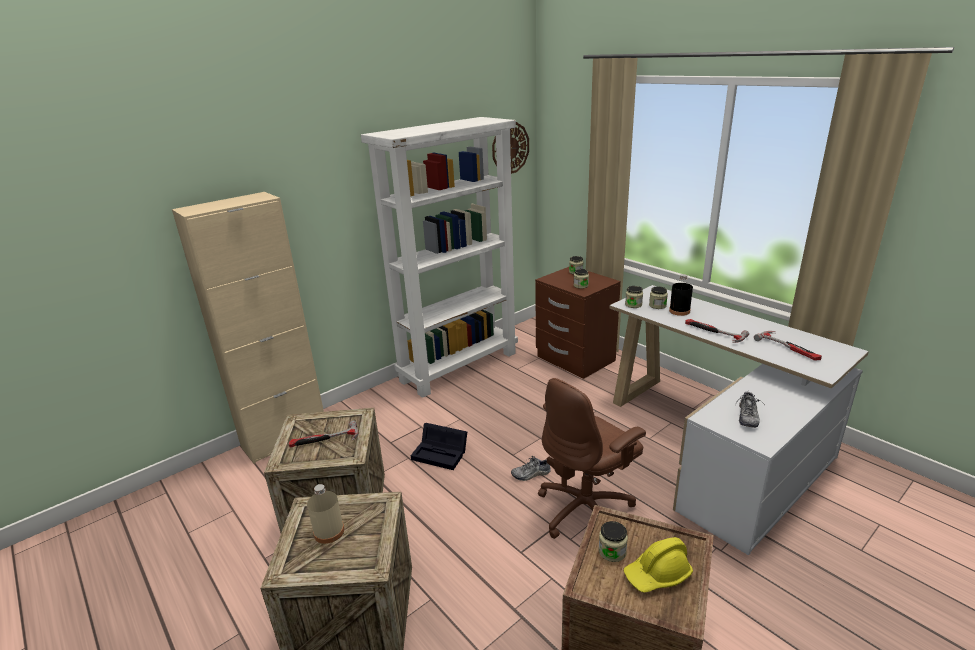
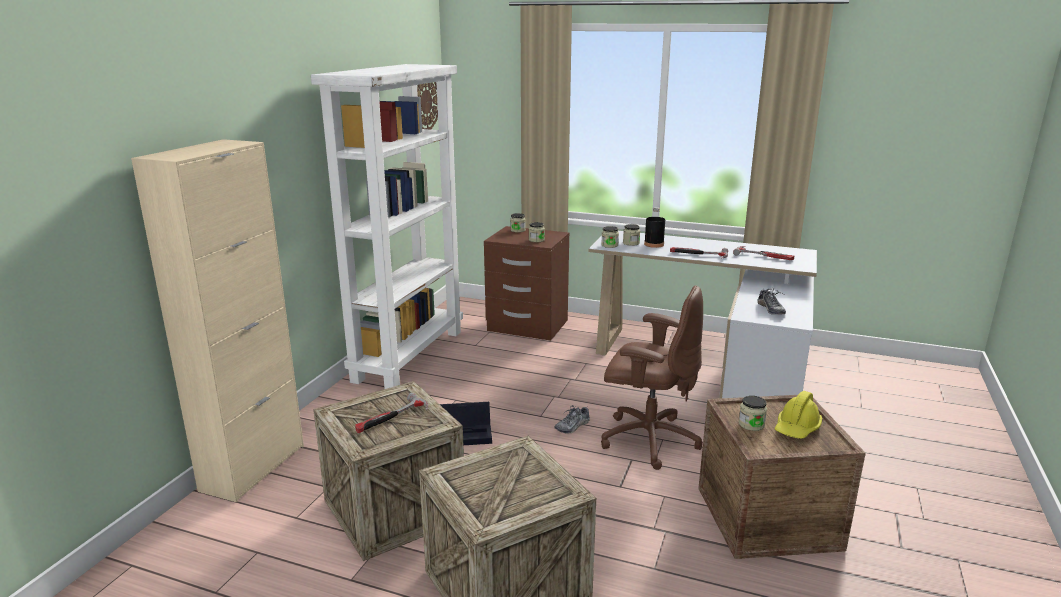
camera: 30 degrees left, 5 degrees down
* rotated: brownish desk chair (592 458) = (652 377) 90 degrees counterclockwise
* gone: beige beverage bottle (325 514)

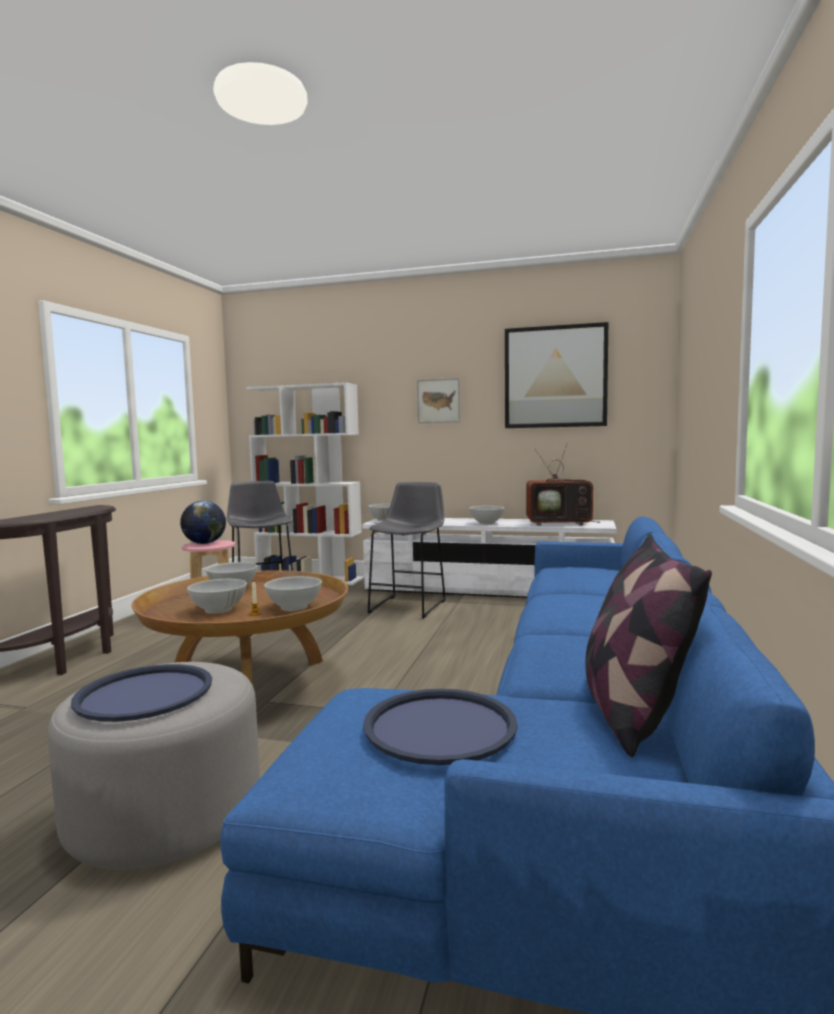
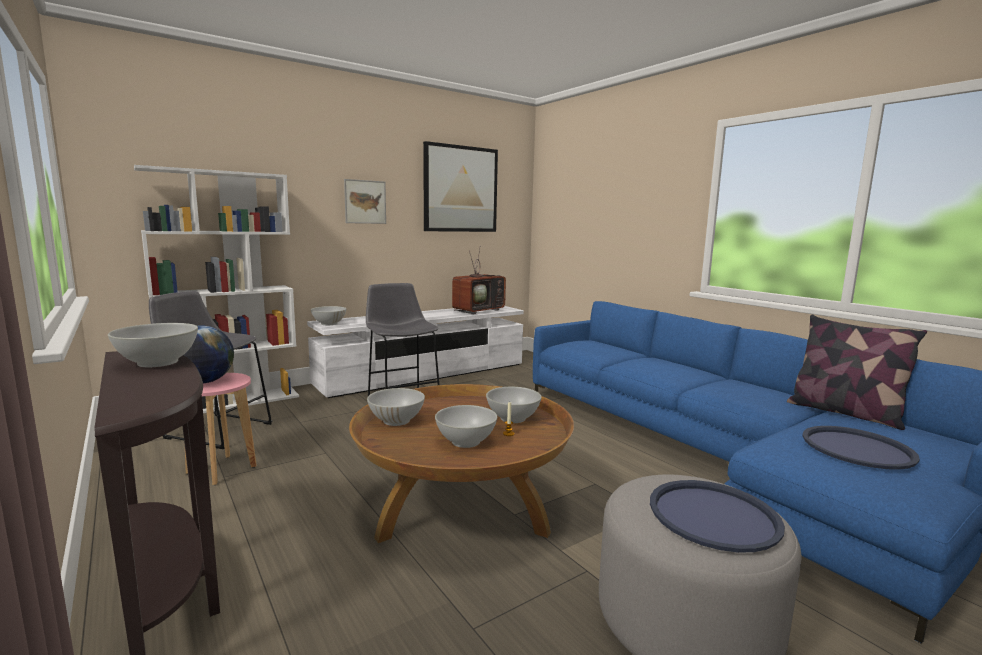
camera: 50 degrees left, 5 degrees up
* shifted: whitish bowl (486 515) to (153 345)

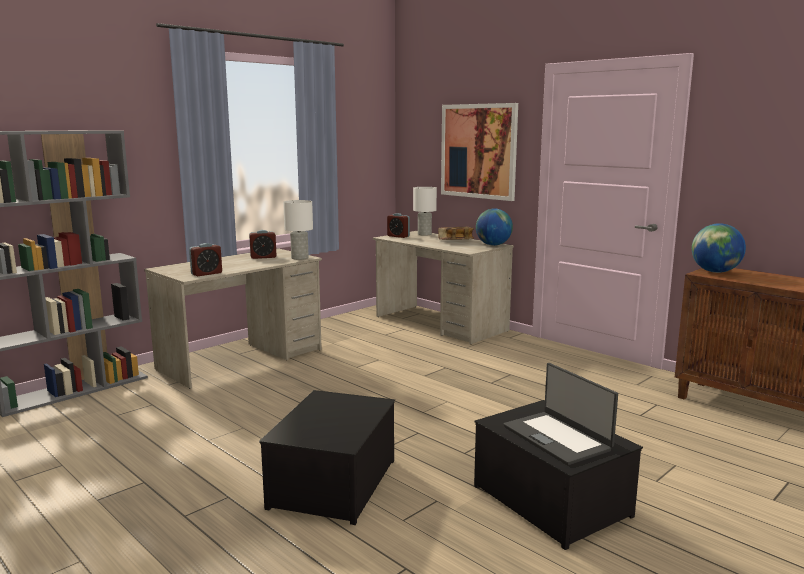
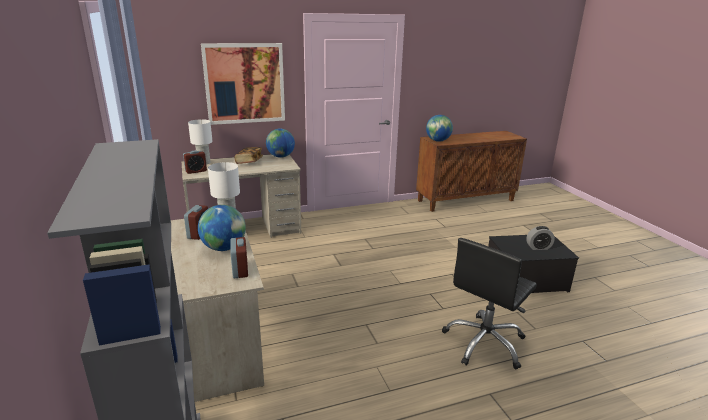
camera: 65 degrees left, 10 degrees up
* swapped: notebook computer (561 414) to bedside clock (540 238)
* swapped: storage bin (327 457) to black desk chair (489 304)
* new: desk globe (222 228)

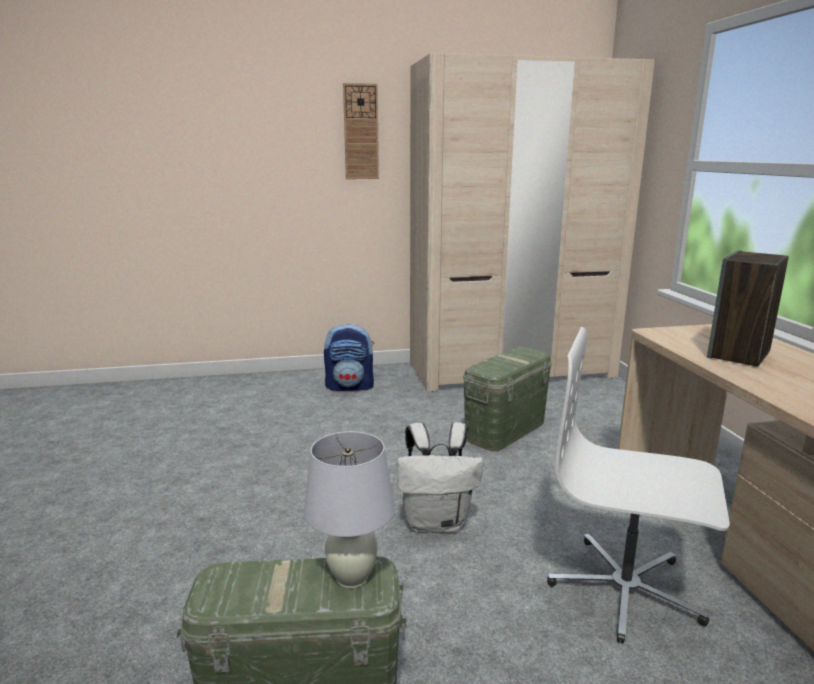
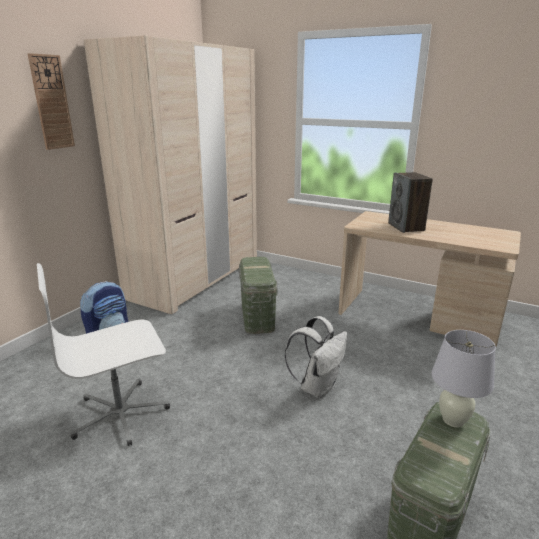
camera: 50 degrees left, 5 degrees up
* shifted: whitish desk chair (638 485) to (103 354)

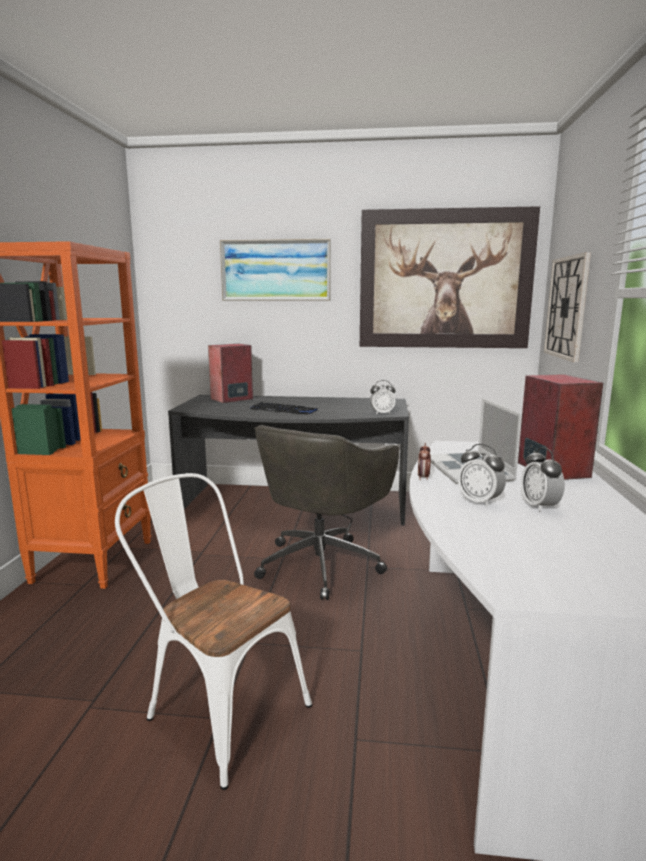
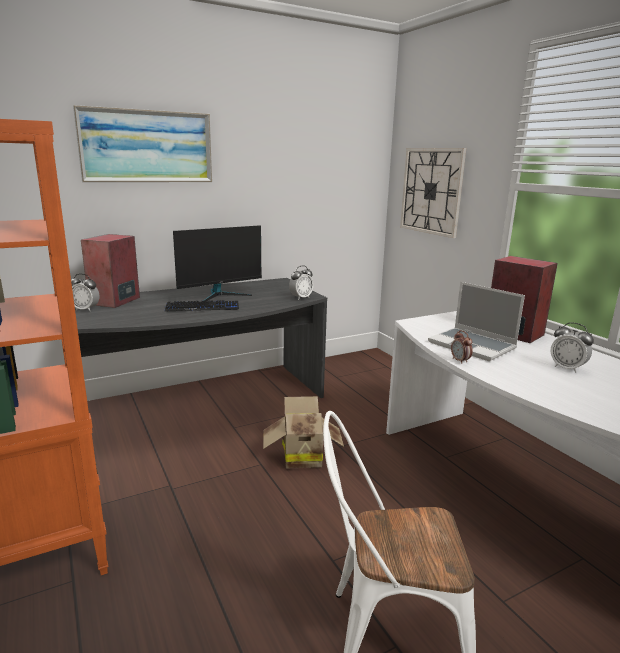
camera: 35 degrees left, 5 degrees up
* gone: wall picture (450 277)
* swapped: grey desk chair (326 512) to carton (303 432)
* shifted: bedside clock (482 475) to (85 292)
* new: monitor (217 263)

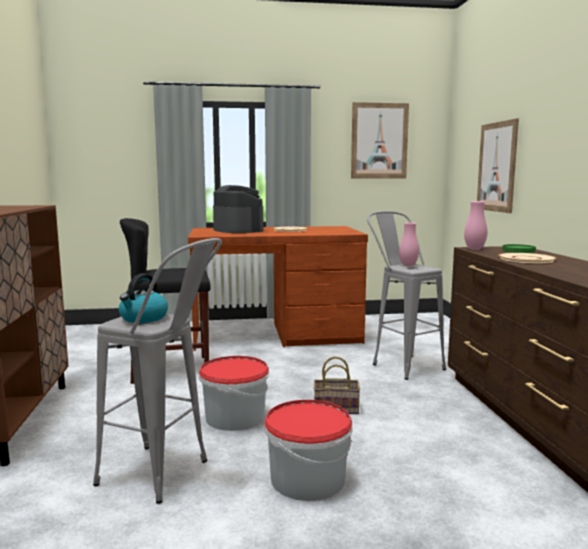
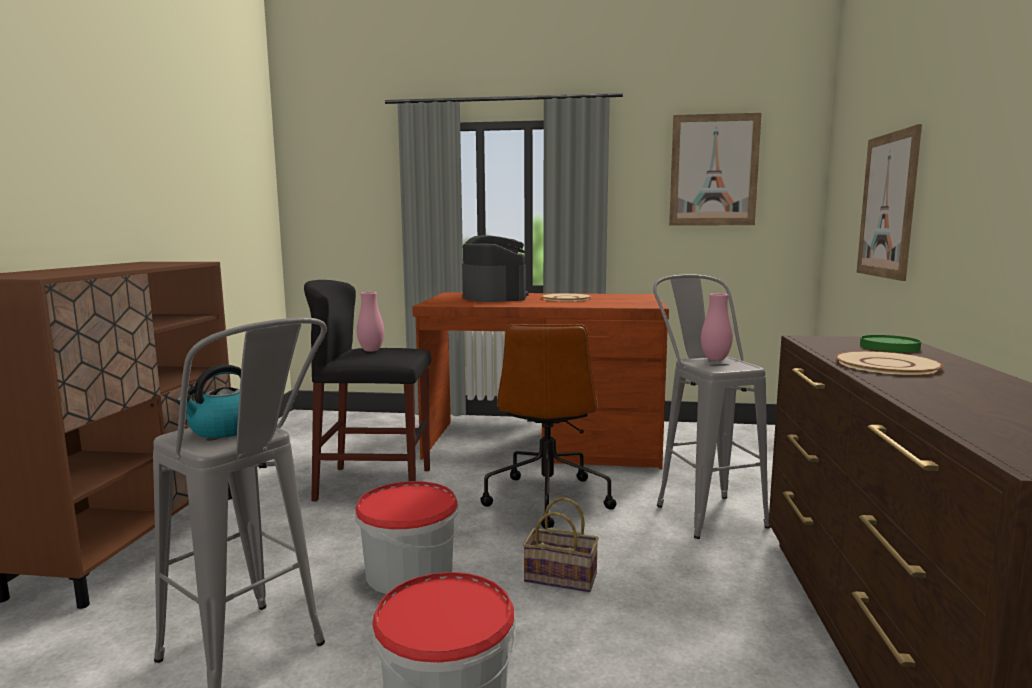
camera: 15 degrees right, 0 degrees up
* shifted: pinkish flower vase (475 225) to (370 322)
* new: brownish desk chair (548 426)

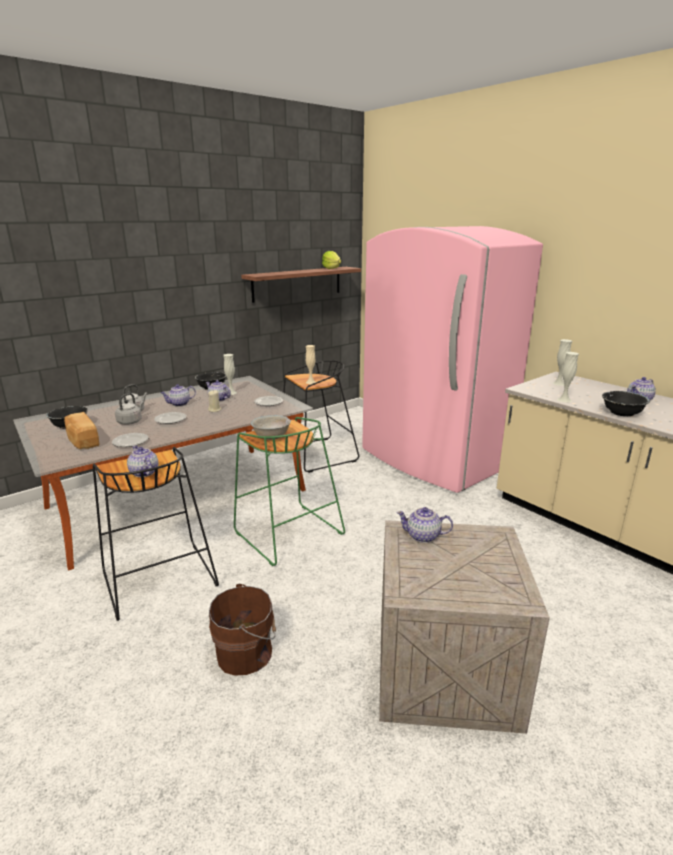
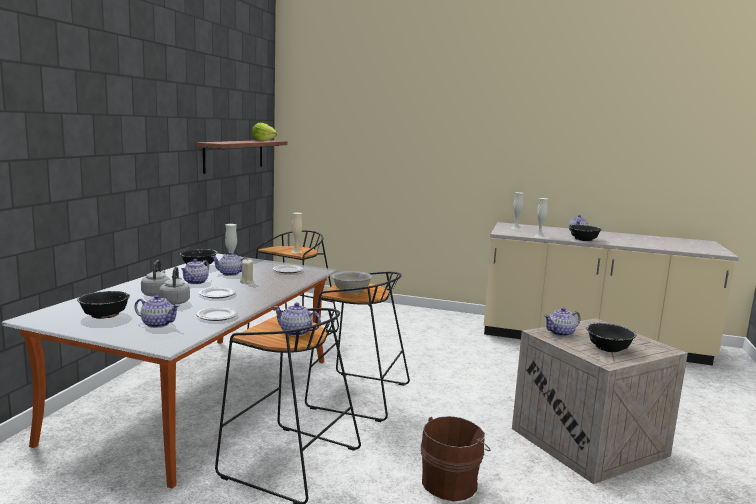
camera: 35 degrees left, 10 degrees down
* gone: pinkish fridge (452 359)
* swapped: baked bread (81 430) to teapot (157 311)
* repainted: green-coloured stool seat (289 491) to black stool seat (357 347)
* new: black bowl (611 337)

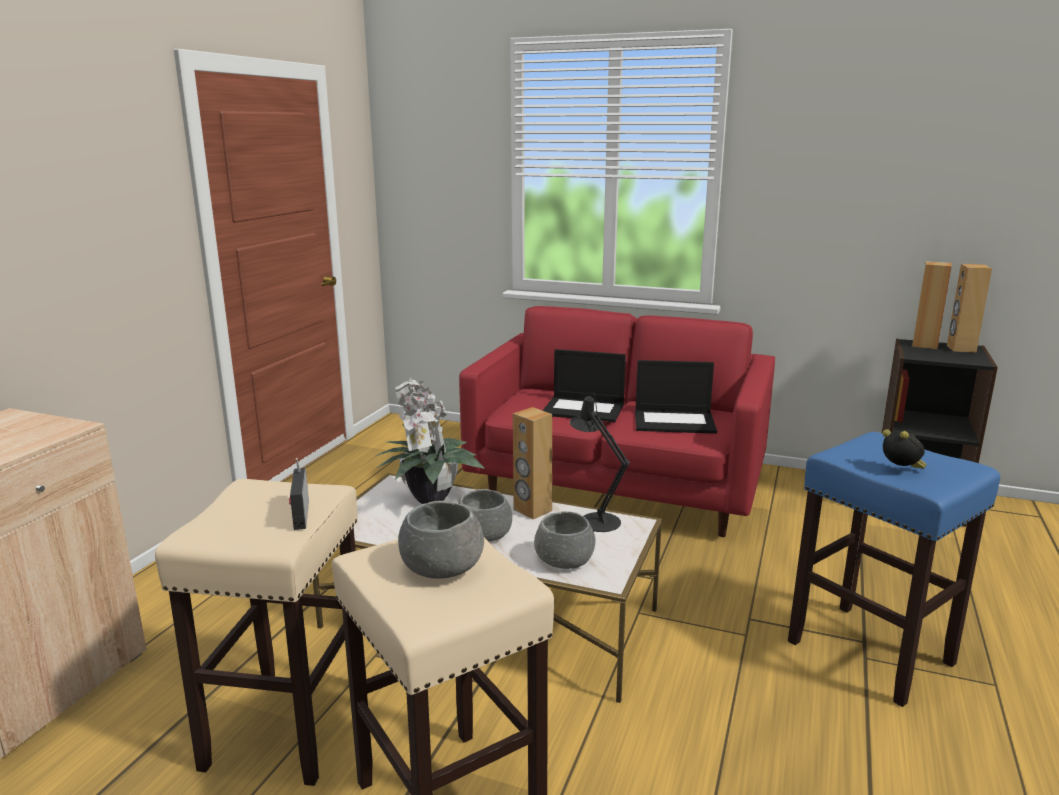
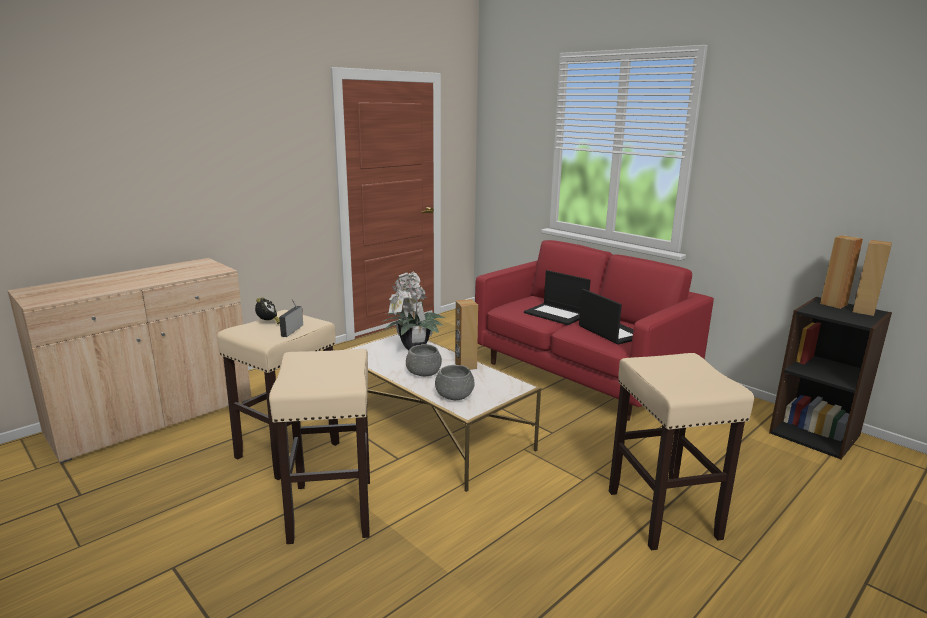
camera: 25 degrees right, 0 degrees up
* rotated: notebook computer (676 397) = (606 317) 150 degrees counterclockwise
* gone: black lamp for a table (600 462)
* shifted: bedside clock (904 449) to (267 310)
* repainted: bluish stool seat (894 569) to beige stool seat (681 452)
* gone: grey bowl (441 540)

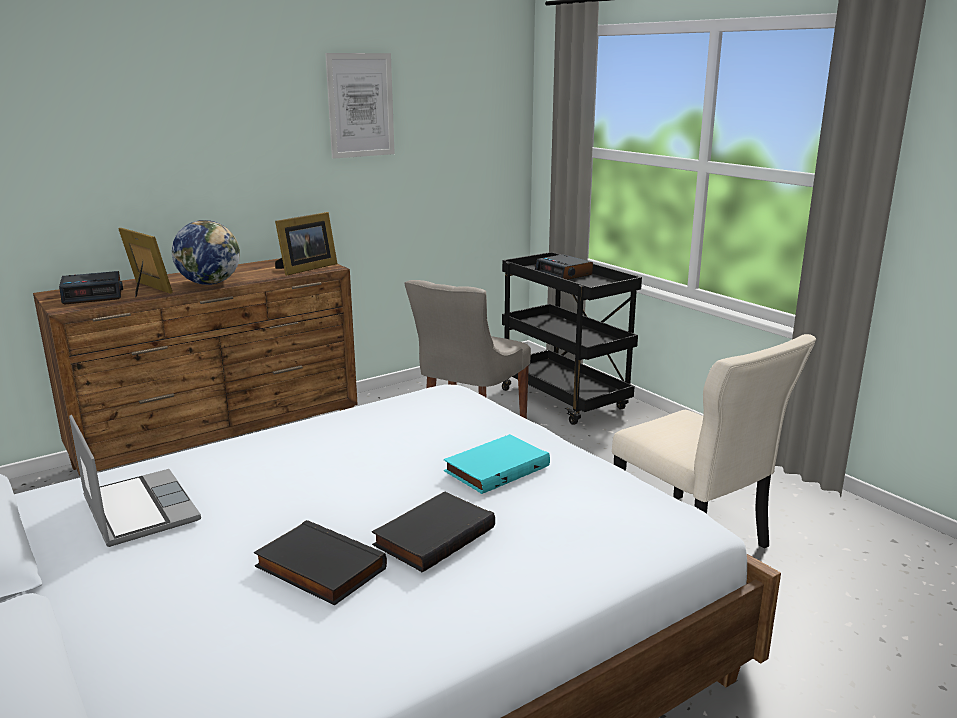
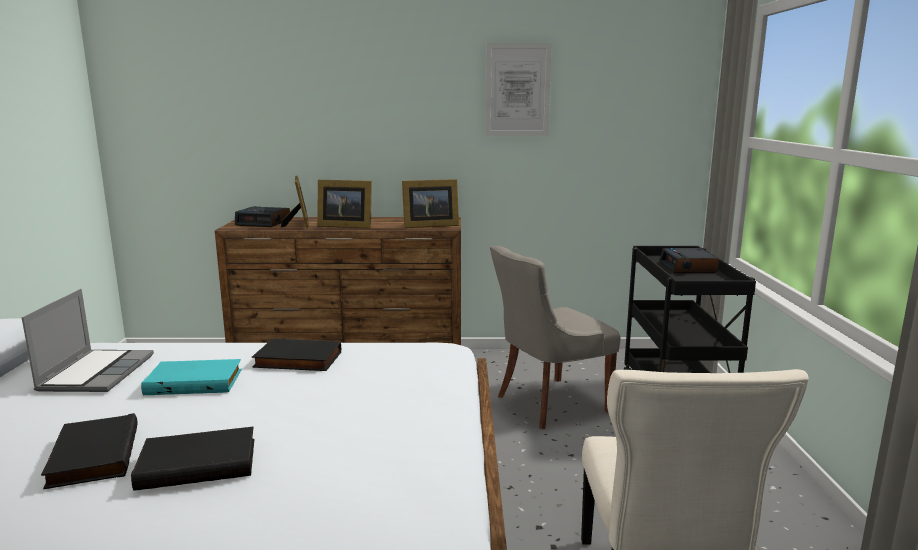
camera: 35 degrees right, 5 degrees down
* swapped: desk globe (206 252) to standing frame (344 204)
* shifted: turquoise volume (497 464) to (191 377)
* new: black volume (296 355)

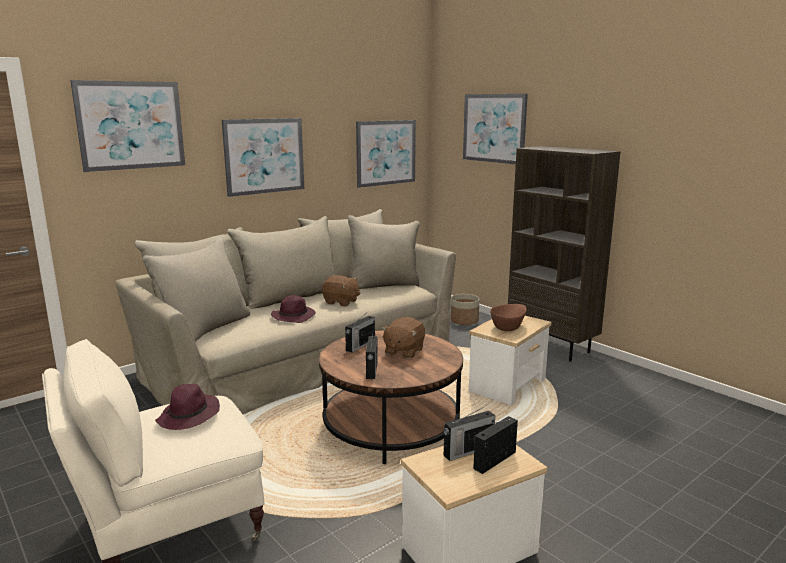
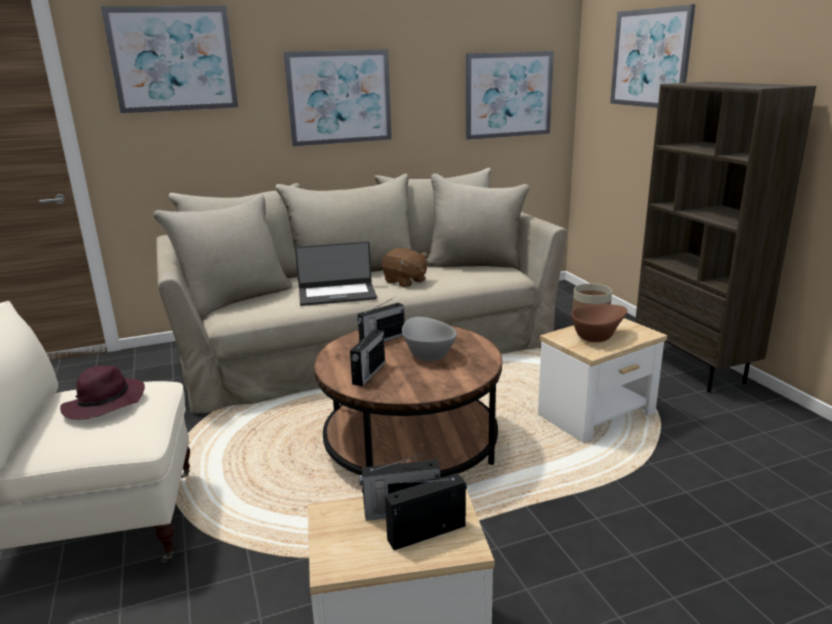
camera: 20 degrees right, 5 degrees up
* swapped: purple wearable hat (293 309) to notebook computer (336 273)
* swapped: brownish soft toy (403 338) to grey bowl (429 339)

